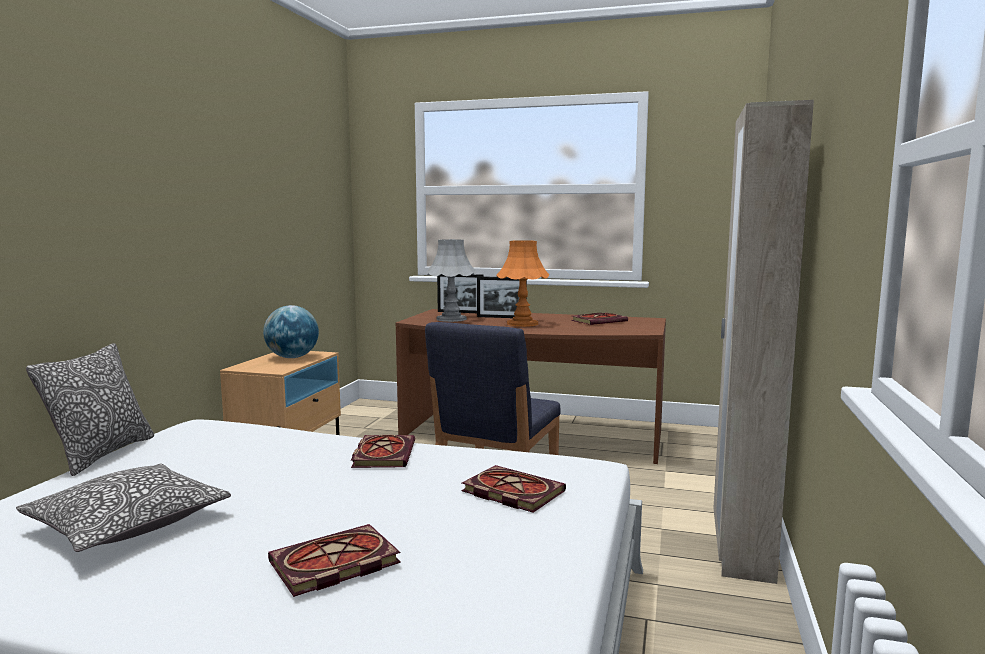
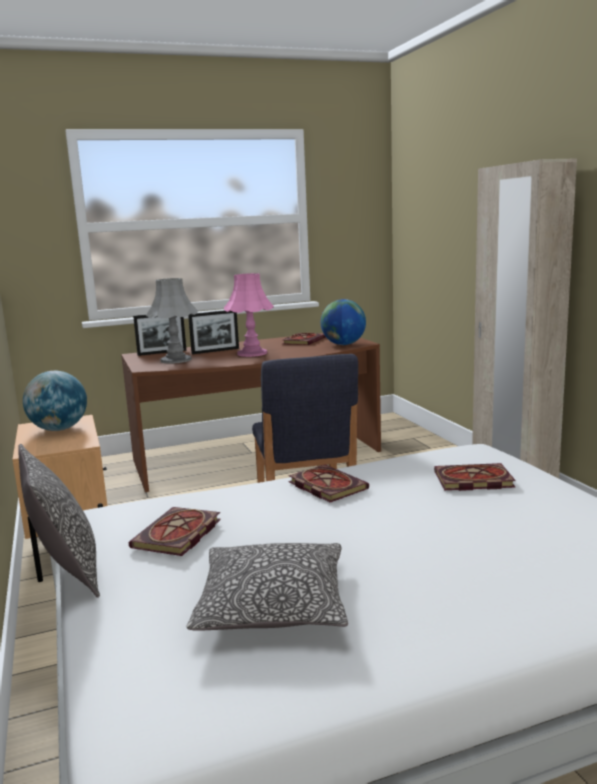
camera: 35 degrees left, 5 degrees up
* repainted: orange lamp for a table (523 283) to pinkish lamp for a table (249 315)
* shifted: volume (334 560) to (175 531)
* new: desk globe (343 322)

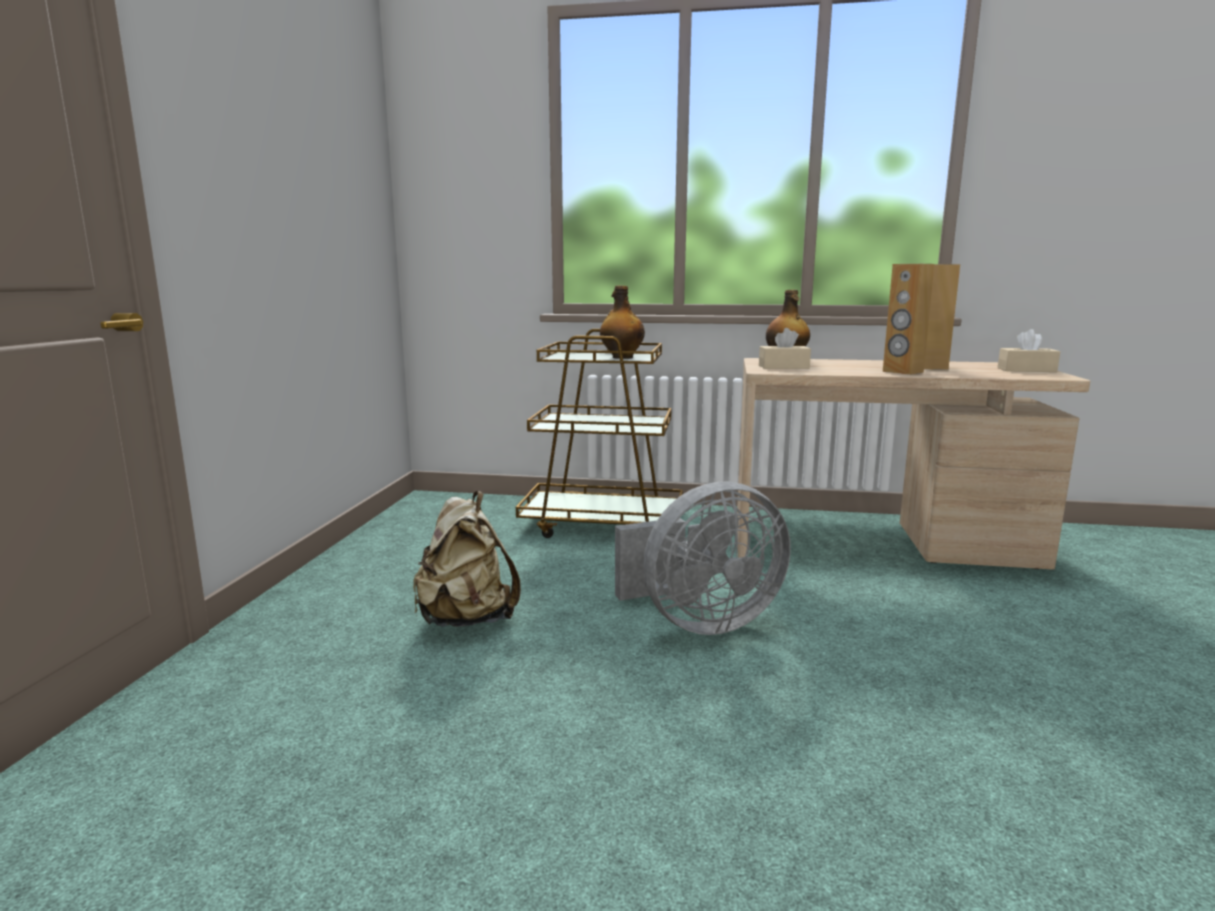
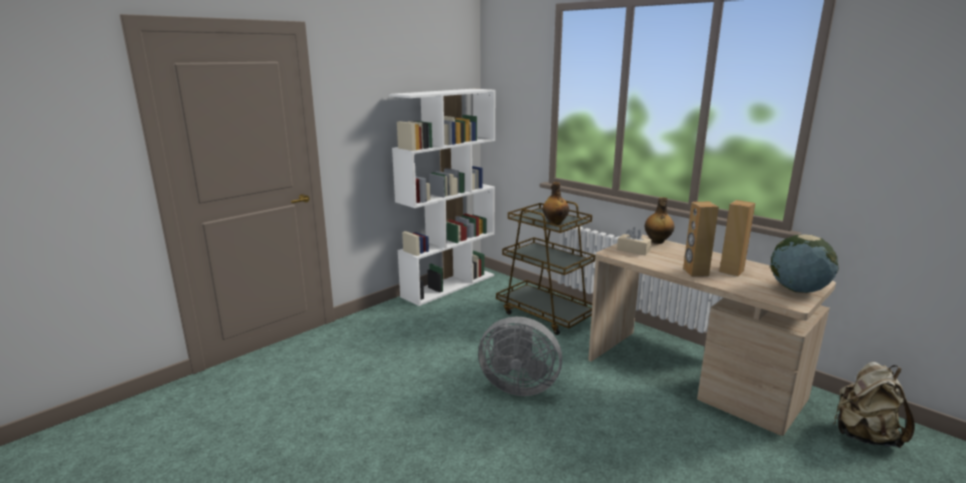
camera: 35 degrees right, 5 degrees up
* swapped: beige tissue holder (1028 350) to desk globe (804 263)
* shifted: beige knapsack (467 559) to (874 405)
* new: whitish bookshelf (442 197)

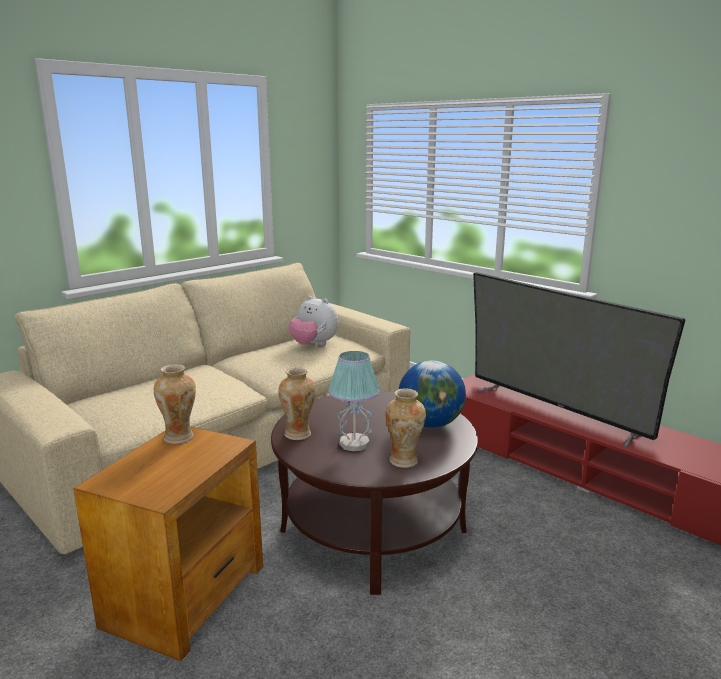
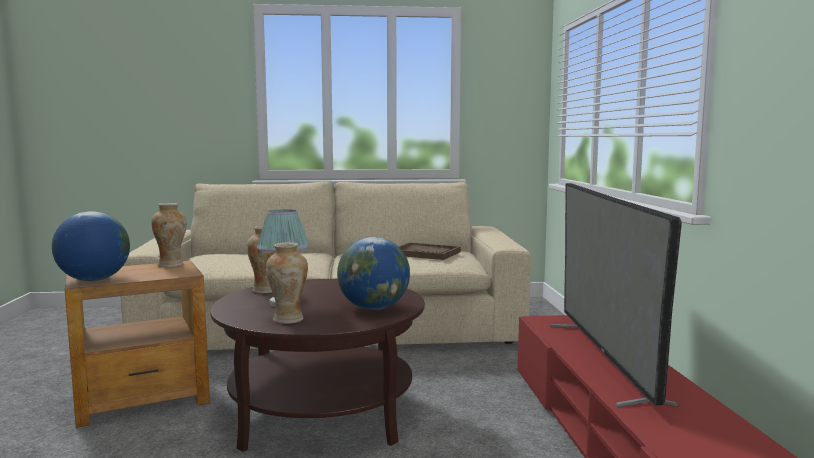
camera: 40 degrees right, 10 degrees down
* swapped: soft toy (313 320) to brownish carrying tray (429 251)
* new: desk globe (91 246)

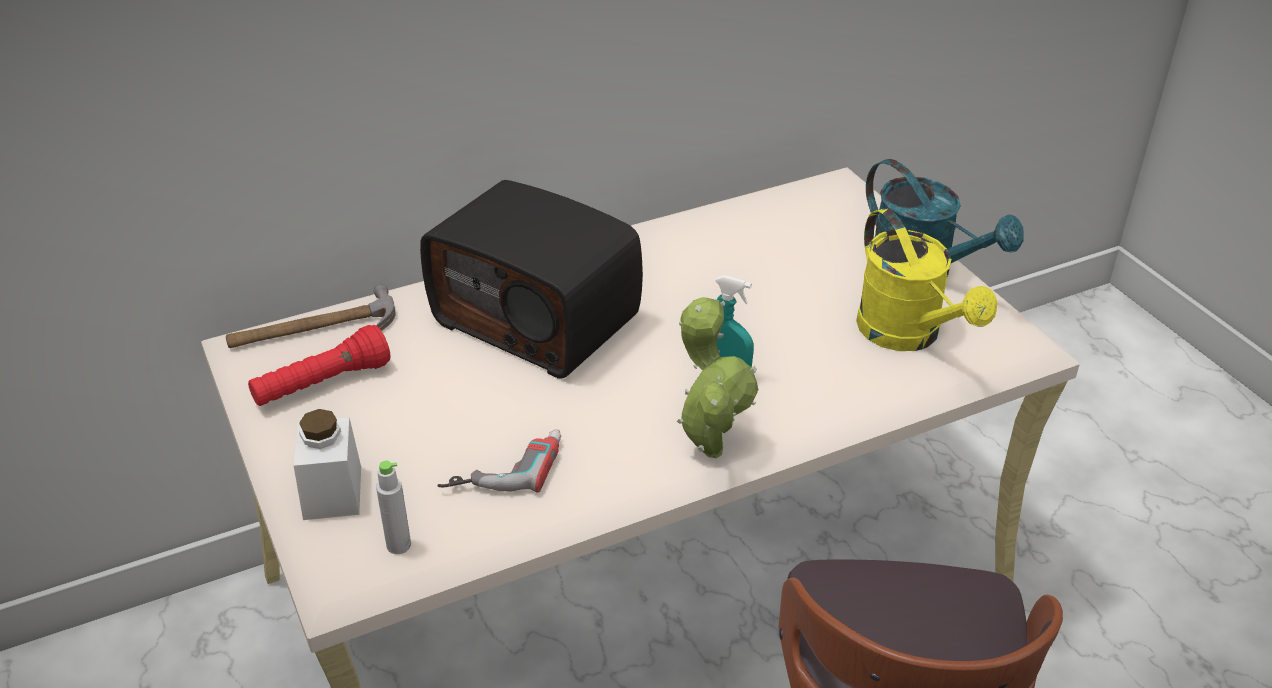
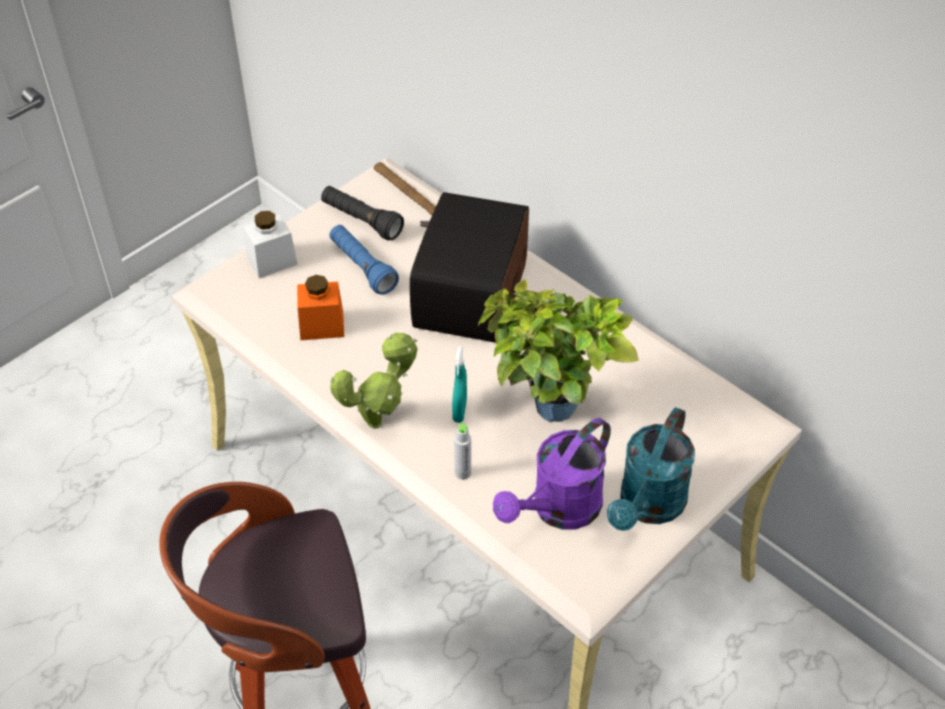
camera: 70 degrees right, 10 degrees up
* repainted: yellow watering can (926 279) to purple watering can (552 474)
* repainted: reddish flashlight (319 365) to black flashlight (362 213)
* swapped: drill (499 461) to orange jar (320 307)
* shifted: grey beverage bottle (393 507) to (462 451)
* new: bluish flashlight (364 260)
* new: plant in a pot (558 350)

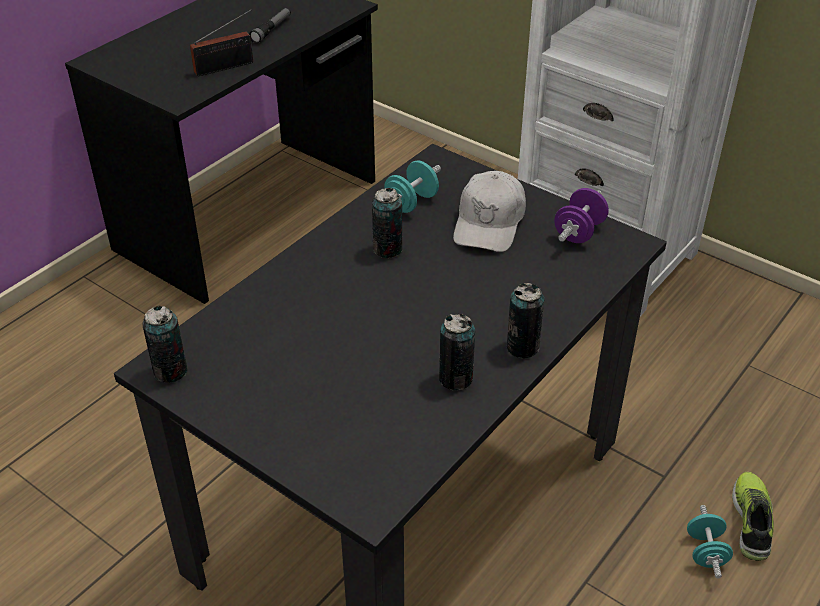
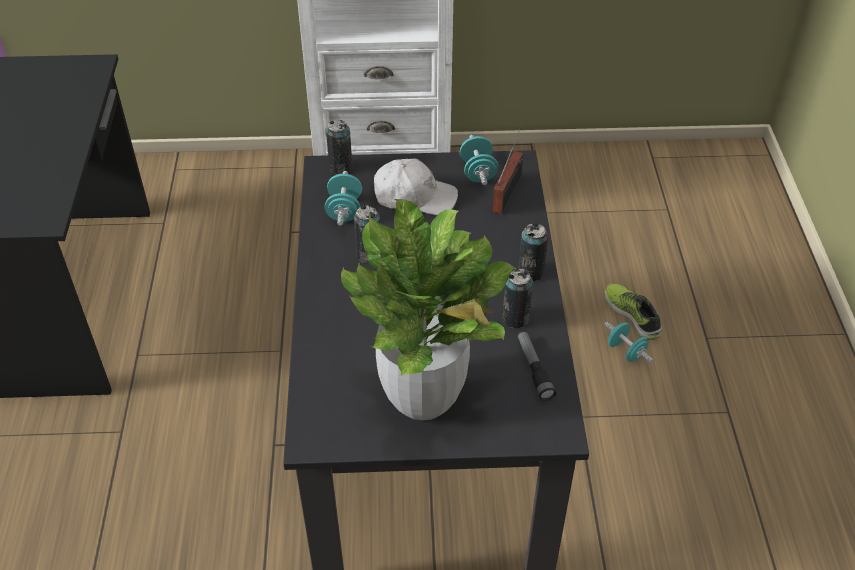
camera: 40 degrees left, 5 degrees up
* shifted: flashlight (270 26) to (536 365)
* shifted: radio (221 42) to (507 170)
* rotated: whitish peaked cap (489 211) = (416 186) 60 degrees counterclockwise
* repainted: purple hand weight (581 215) to turquoise hand weight (479 160)
* shifted: can (165 344) to (339 147)
* new: plant in a pot (428 309)

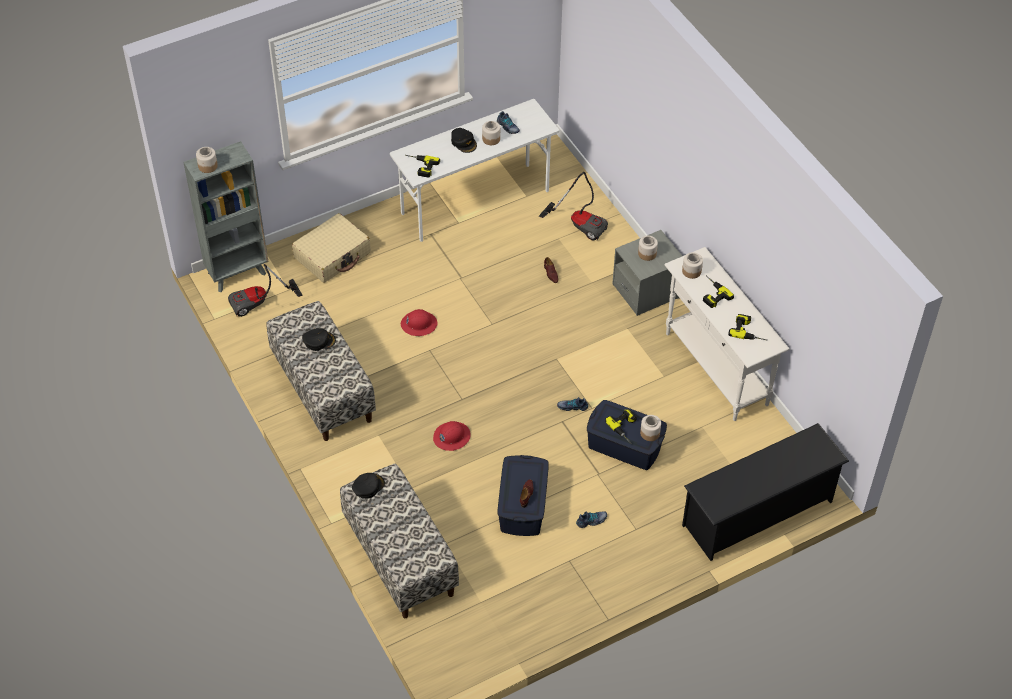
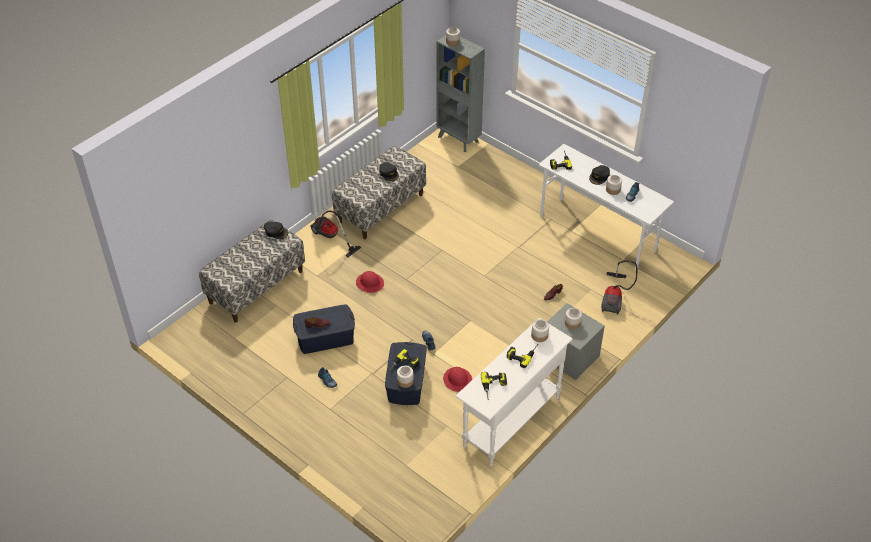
camera: 70 degrees right, 5 degrees down
* gone: beige travel case (331 248)
* shifted: hoover (265 290) to (336 233)
* shifted: reddish safety helmet (419 322) to (457 379)
* gone: black shoe rack (765 492)

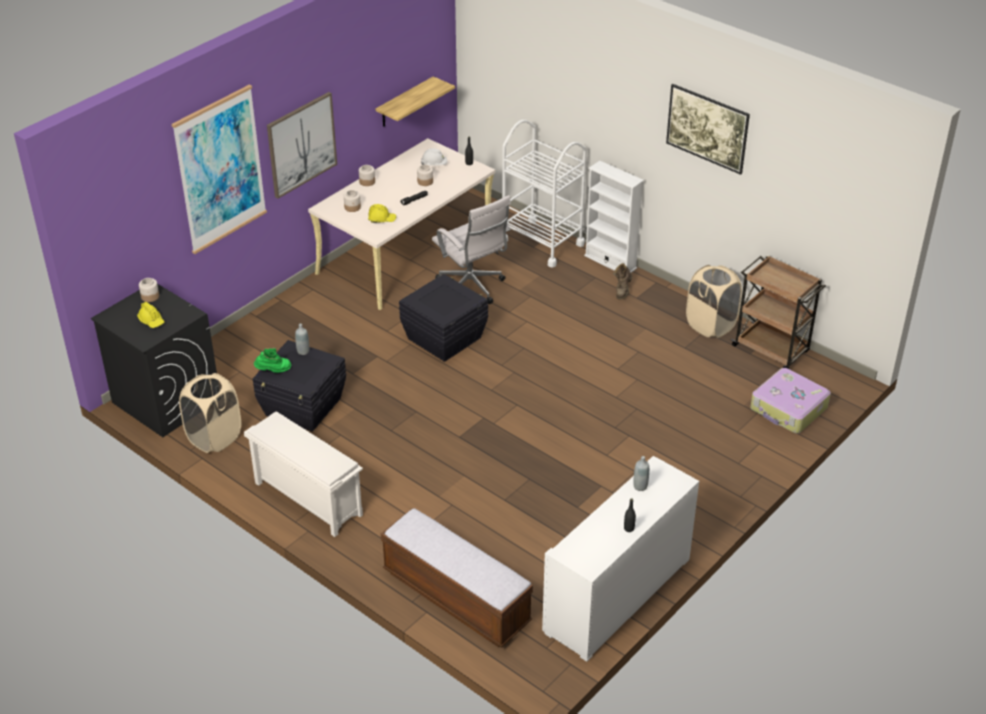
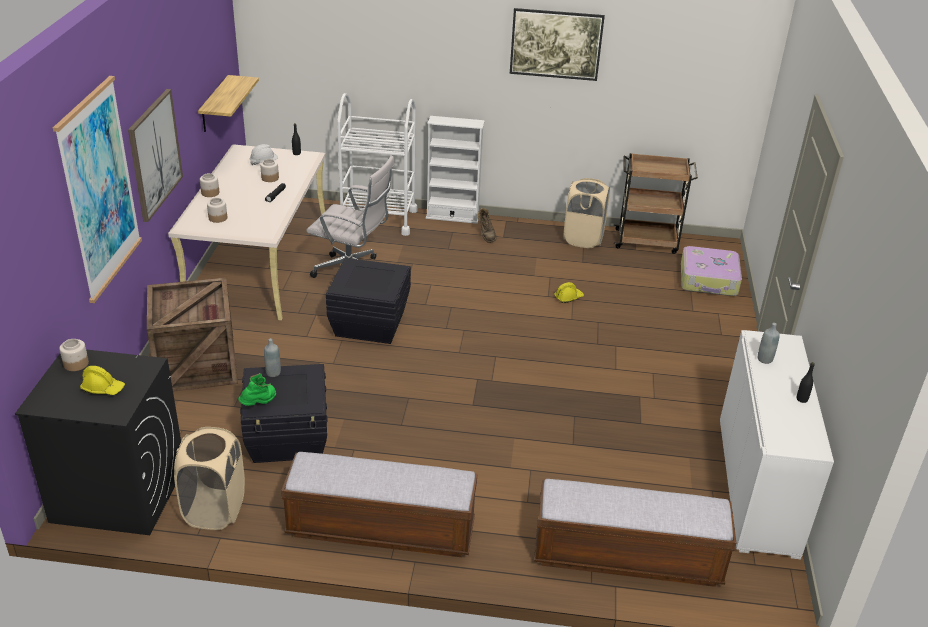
camera: 35 degrees left, 5 degrees down
* shifted: yellow safety helmet (382 213) to (569 292)
* swapped: whitish shoe rack (303 474) to long seat (379 504)
* new: crate (192 334)

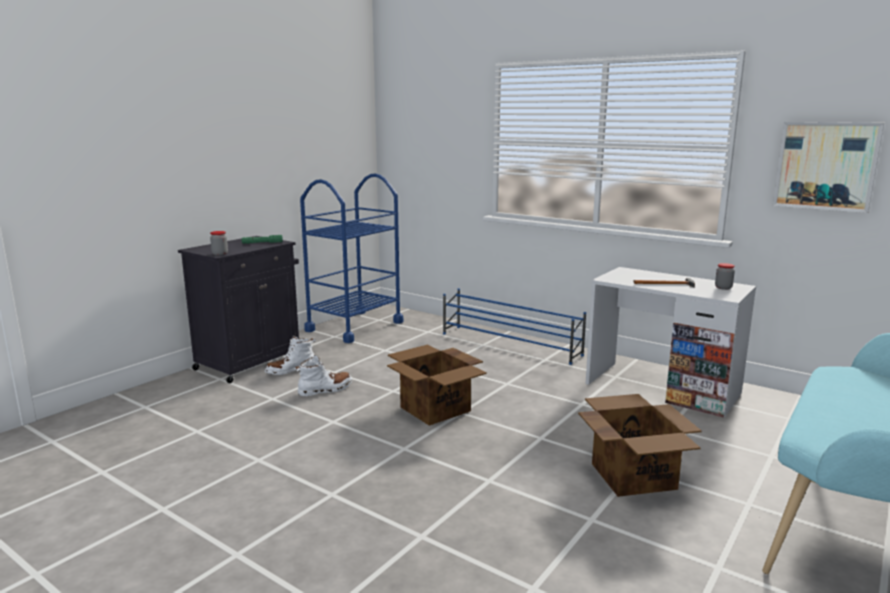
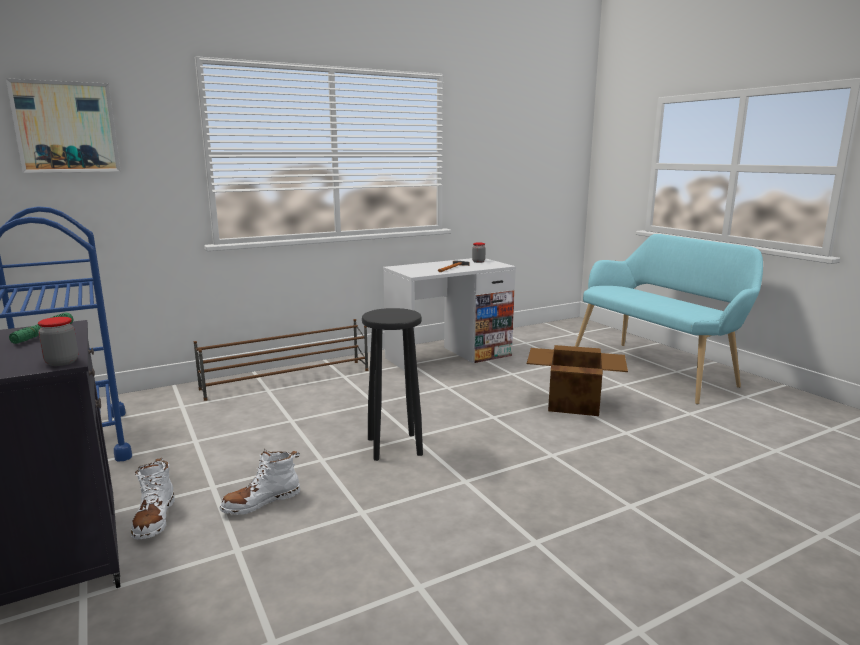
camera: 65 degrees left, 0 degrees up
* shifted: wall picture (828 167) to (63 125)
* repainted: bluish shoe rack (514 326) to brownish shoe rack (281 360)
* swapped: carton (437 385) to black stool seat (392 384)
* rotated: whitish tall boot (323 376) = (260 482) 120 degrees counterclockwise

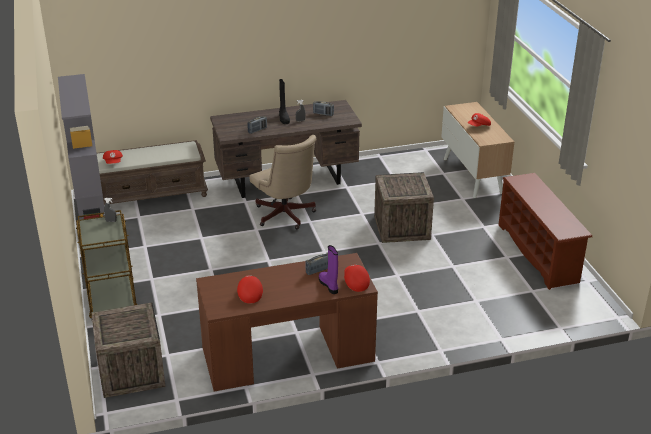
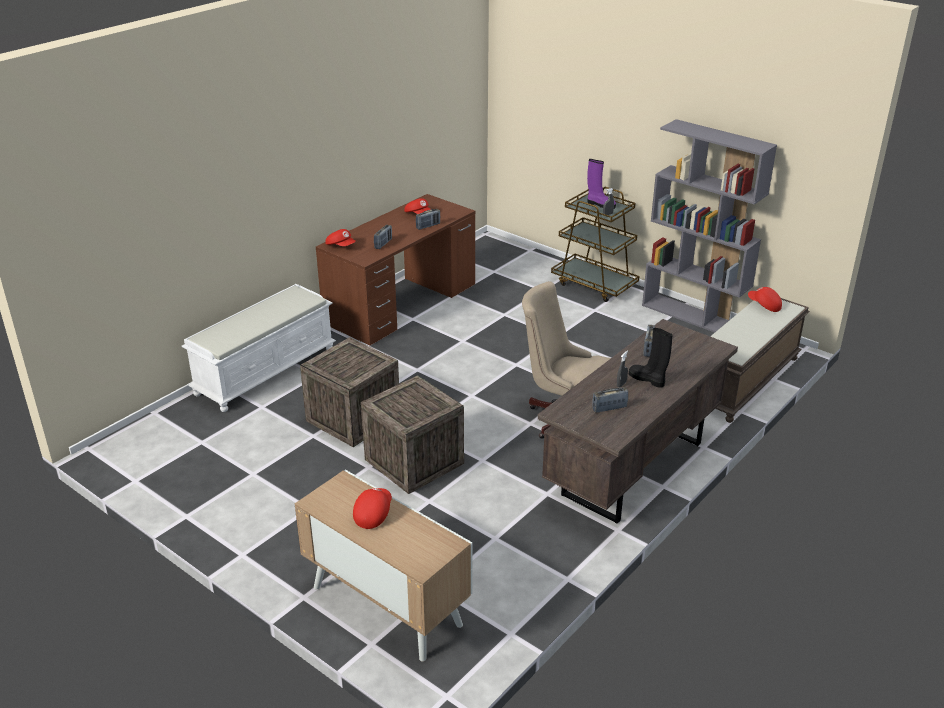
camera: 145 degrees right, 0 degrees up
* gone: brownish shoe rack (545 231)
* shifted: purple tall boot (328 269) to (601 184)
* shifted: crate (128 350) to (349 392)
* new: radio (428 219)
* new: whitish long seat (258 348)

